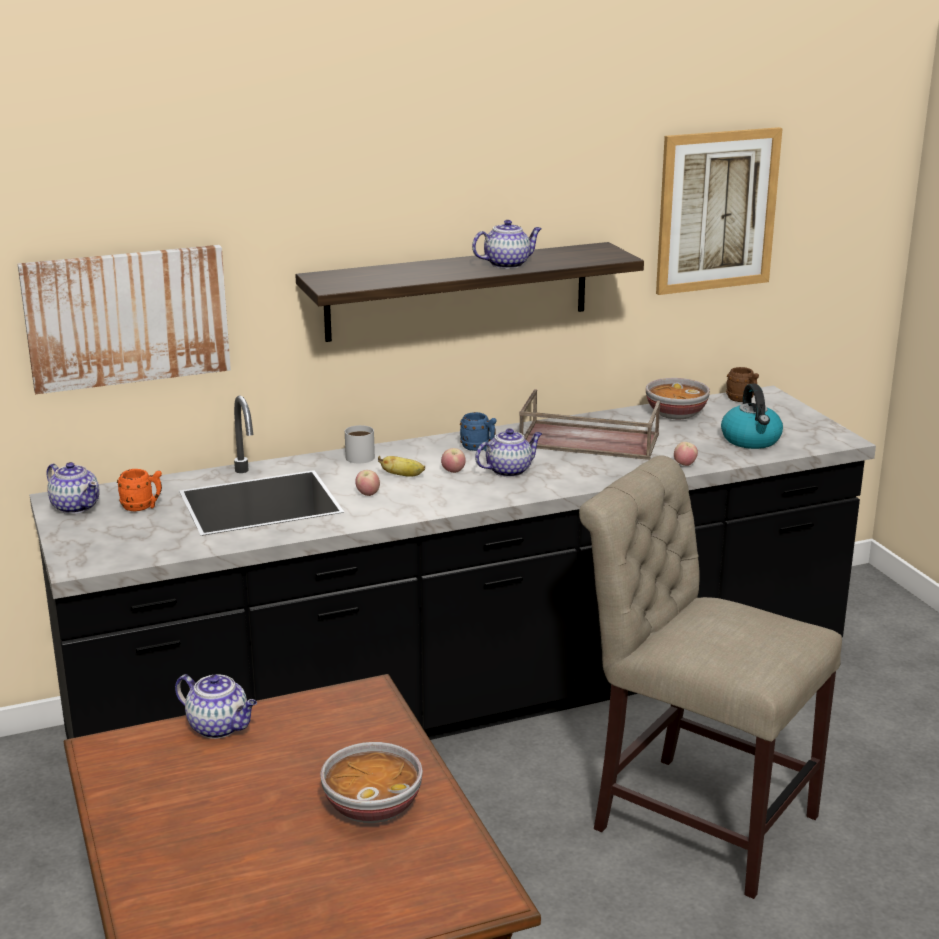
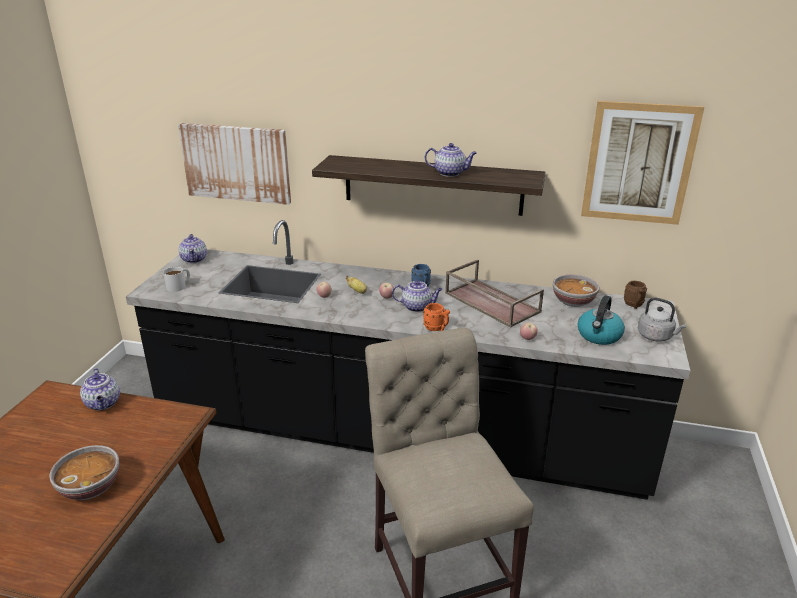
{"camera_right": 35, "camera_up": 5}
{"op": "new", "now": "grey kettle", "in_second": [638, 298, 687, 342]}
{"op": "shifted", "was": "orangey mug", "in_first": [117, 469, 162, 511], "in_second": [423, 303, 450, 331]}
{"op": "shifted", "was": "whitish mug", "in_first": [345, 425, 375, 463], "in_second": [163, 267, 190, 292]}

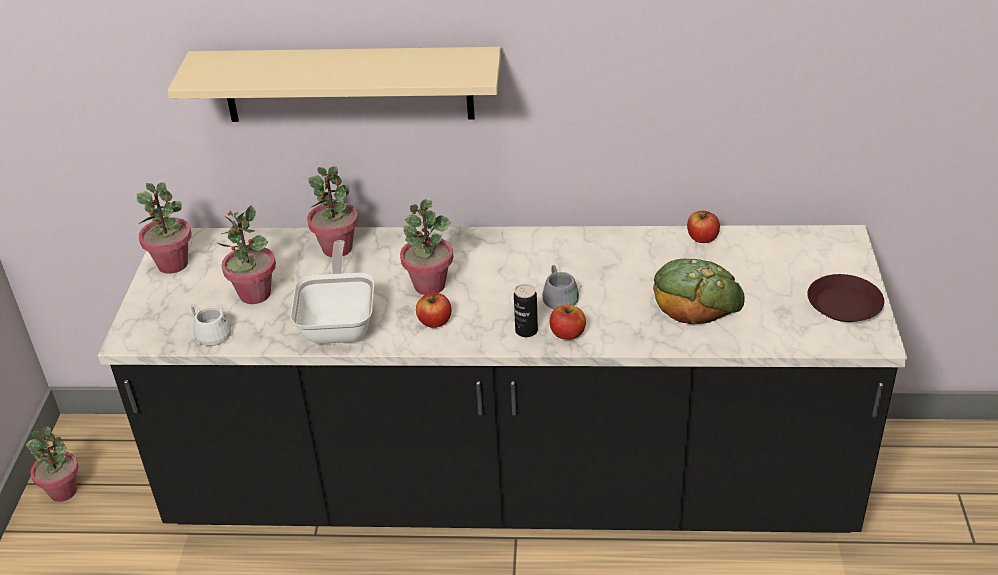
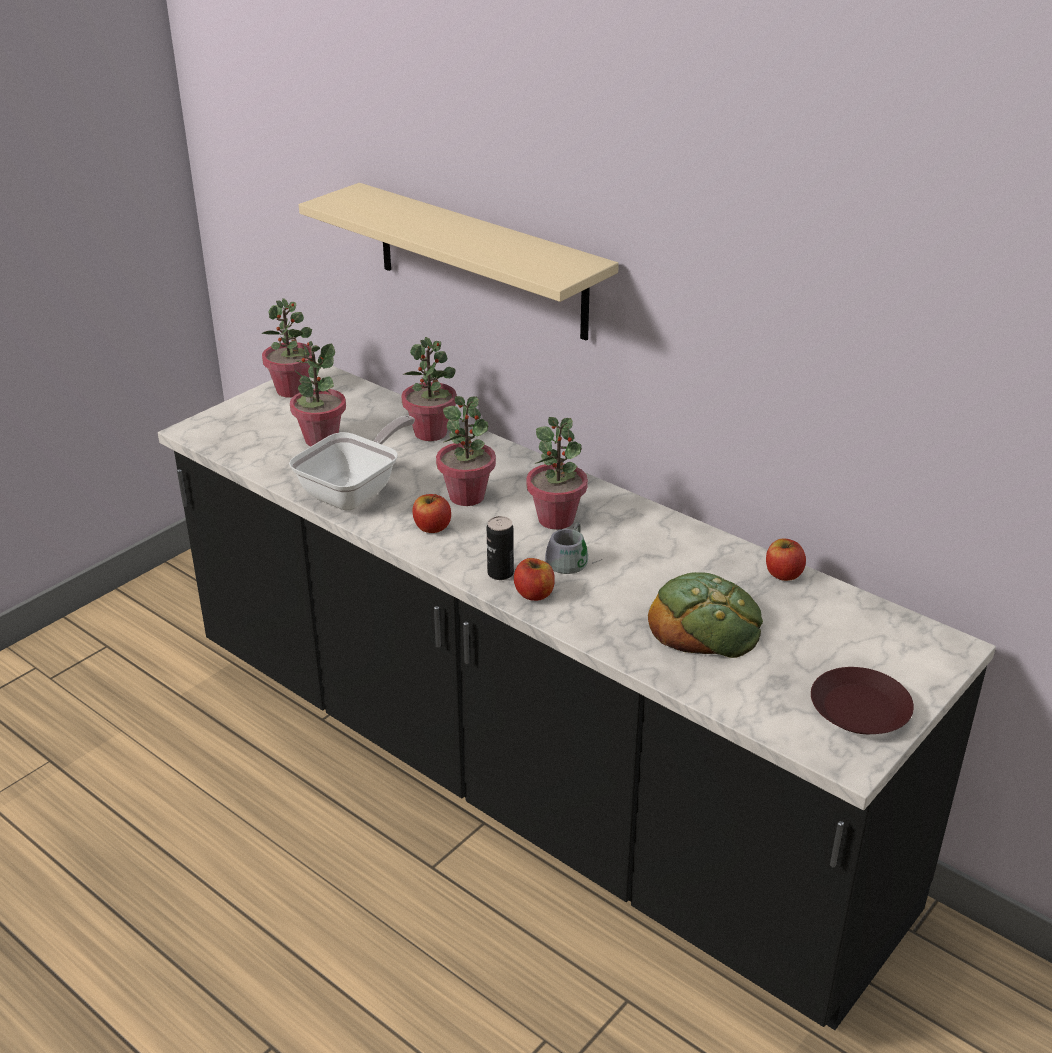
{"camera_right": 35, "camera_up": -5}
{"op": "gone", "was": "whitish mug", "in_first": [191, 305, 231, 346]}
{"op": "shifted", "was": "houseplant", "in_first": [26, 426, 79, 502], "in_second": [526, 417, 588, 530]}

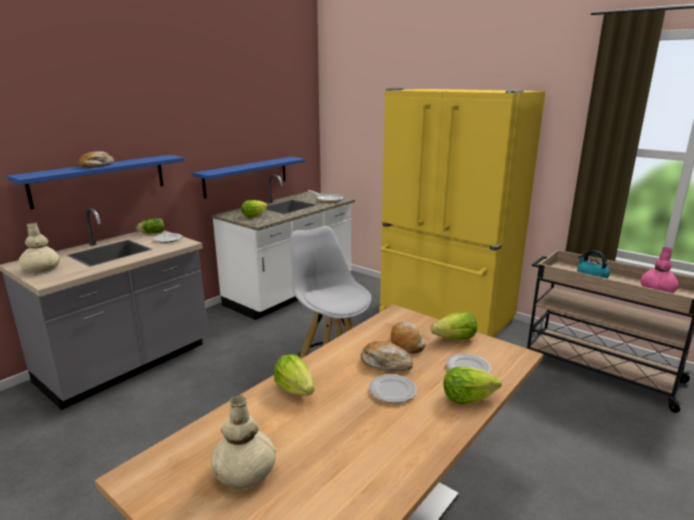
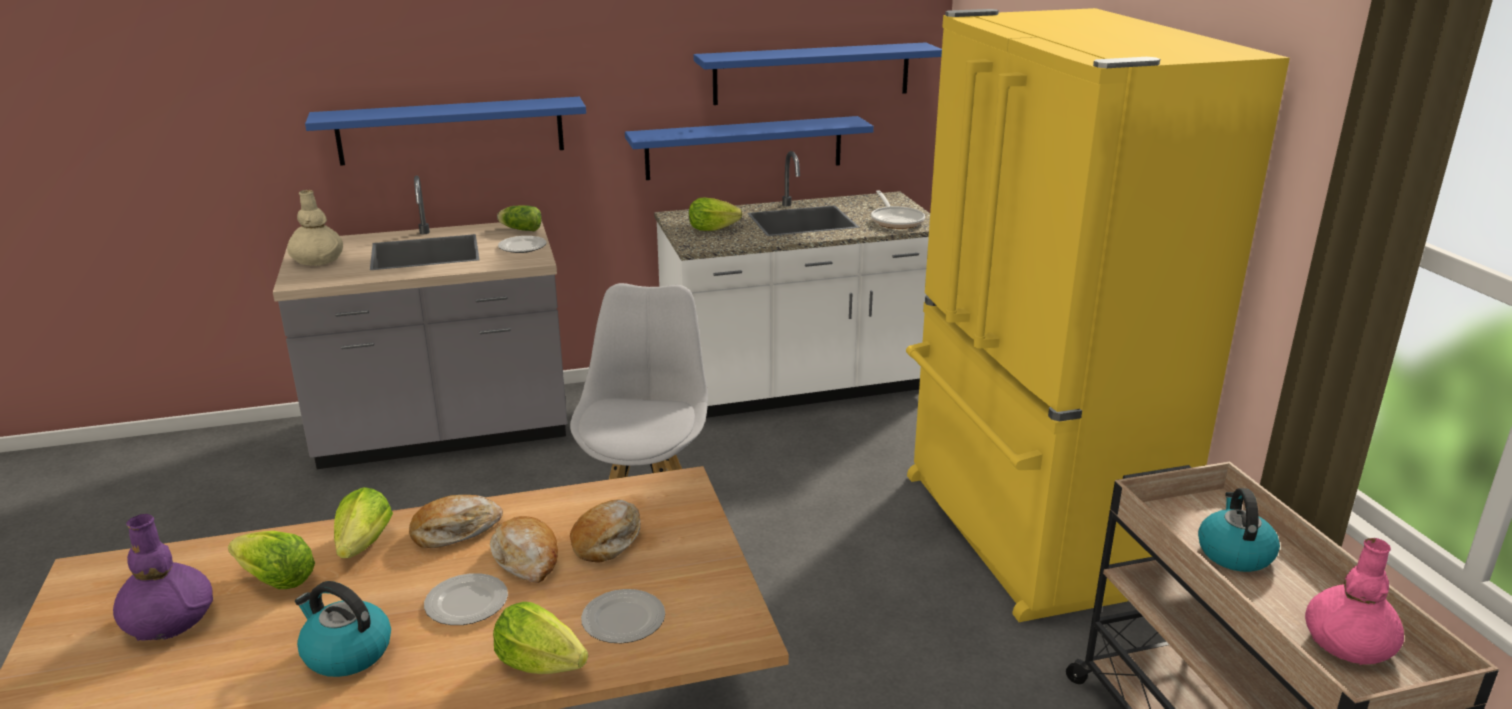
{"camera_right": 35, "camera_up": 5}
{"op": "new", "now": "kettle", "in_second": [295, 581, 391, 677]}
{"op": "new", "now": "bluish bracket shelf", "in_second": [693, 42, 942, 105]}
{"op": "shifted", "was": "bread", "in_first": [79, 151, 114, 168], "in_second": [409, 495, 503, 548]}
{"op": "shifted", "was": "lettuce", "in_first": [431, 312, 477, 339], "in_second": [228, 531, 315, 589]}
{"op": "repainted", "was": "sand-coloured flower vase", "now": "purple-coloured flower vase", "in_first": [211, 395, 276, 490], "in_second": [113, 514, 213, 641]}

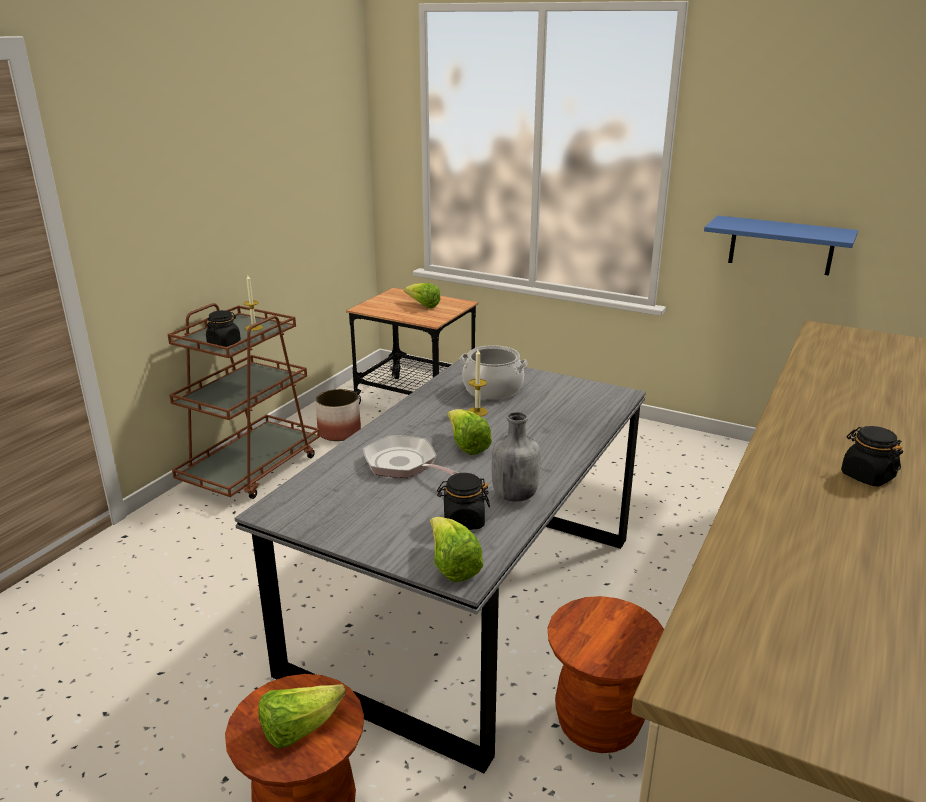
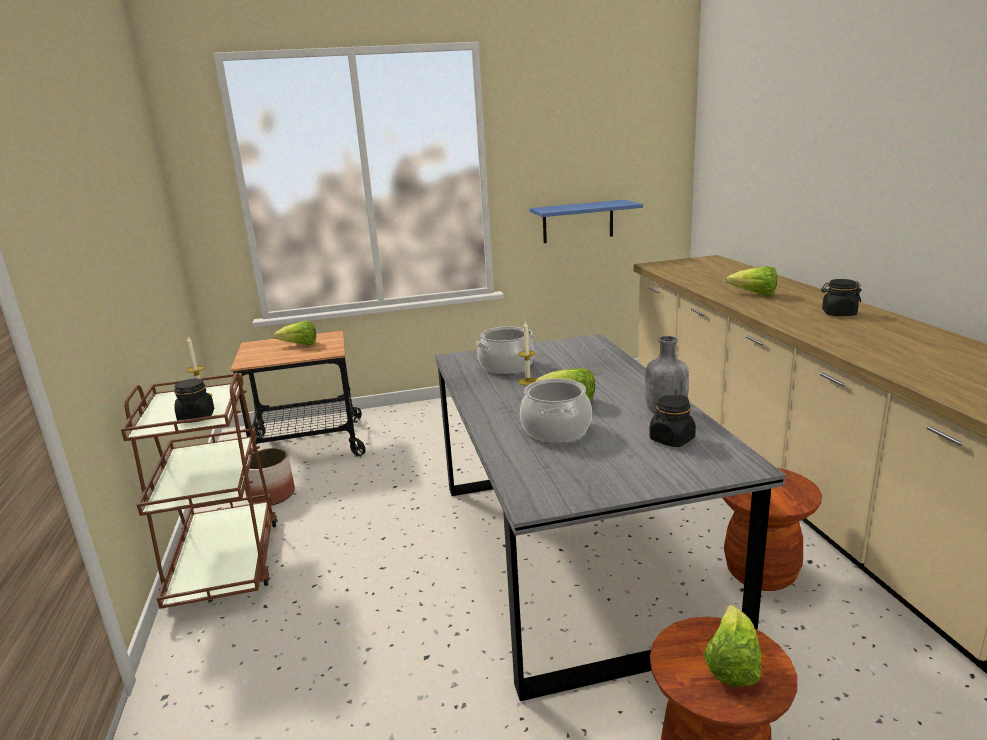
{"camera_right": -40, "camera_up": -5}
{"op": "shifted", "was": "lettuce", "in_first": [430, 517, 484, 582], "in_second": [726, 266, 777, 296]}
{"op": "swapped", "was": "pan", "now": "cooking pot", "in_first": [363, 435, 459, 478], "in_second": [520, 378, 592, 442]}

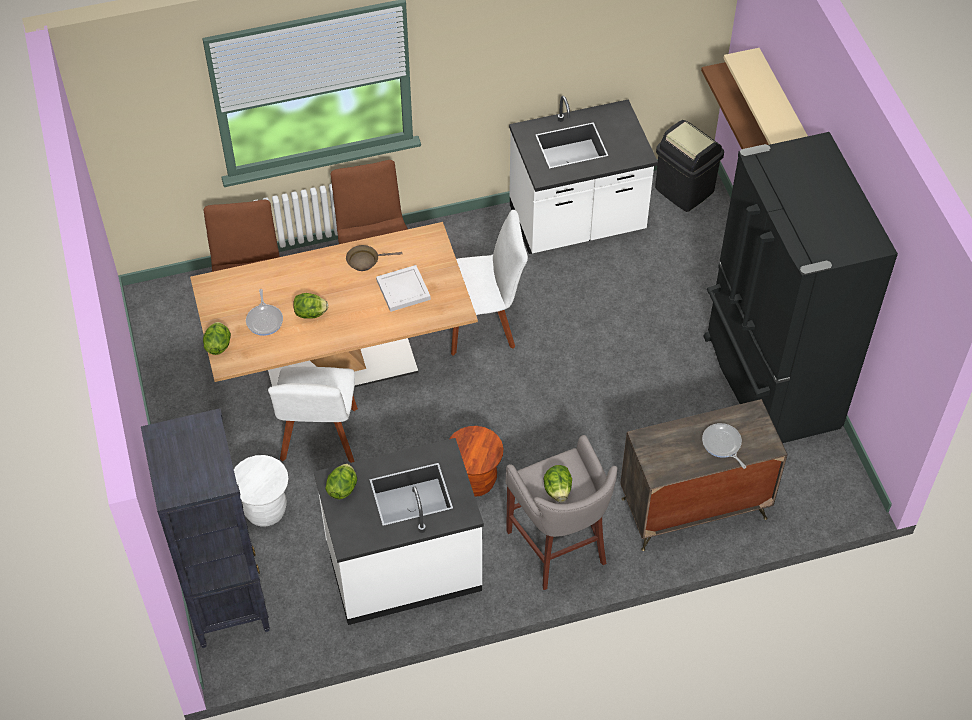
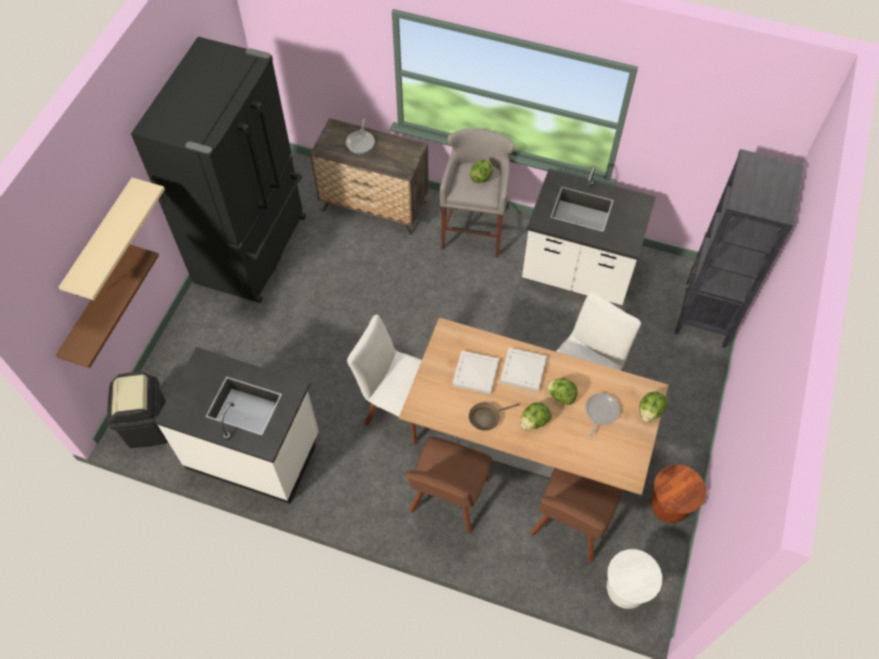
{"camera_right": -145, "camera_up": 5}
{"op": "new", "now": "whitish carrying tray", "in_second": [500, 348, 547, 392]}
{"op": "shifted", "was": "whitish sitting stool", "in_first": [234, 455, 289, 527], "in_second": [607, 549, 662, 609]}
{"op": "shifted", "was": "lettuce", "in_first": [325, 464, 357, 499], "in_second": [521, 402, 552, 430]}
{"op": "shifted", "was": "brownish sitting stool", "in_first": [449, 426, 503, 497], "in_second": [651, 464, 706, 523]}
{"op": "rotated", "was": "brownish pan", "in_first": [346, 245, 403, 271], "in_second": [469, 403, 520, 430], "clockwise": 135}

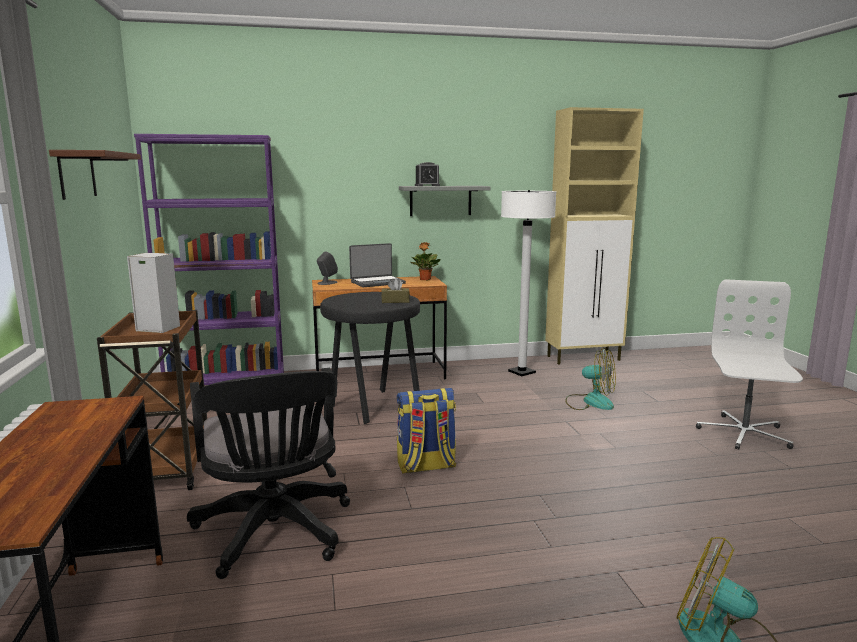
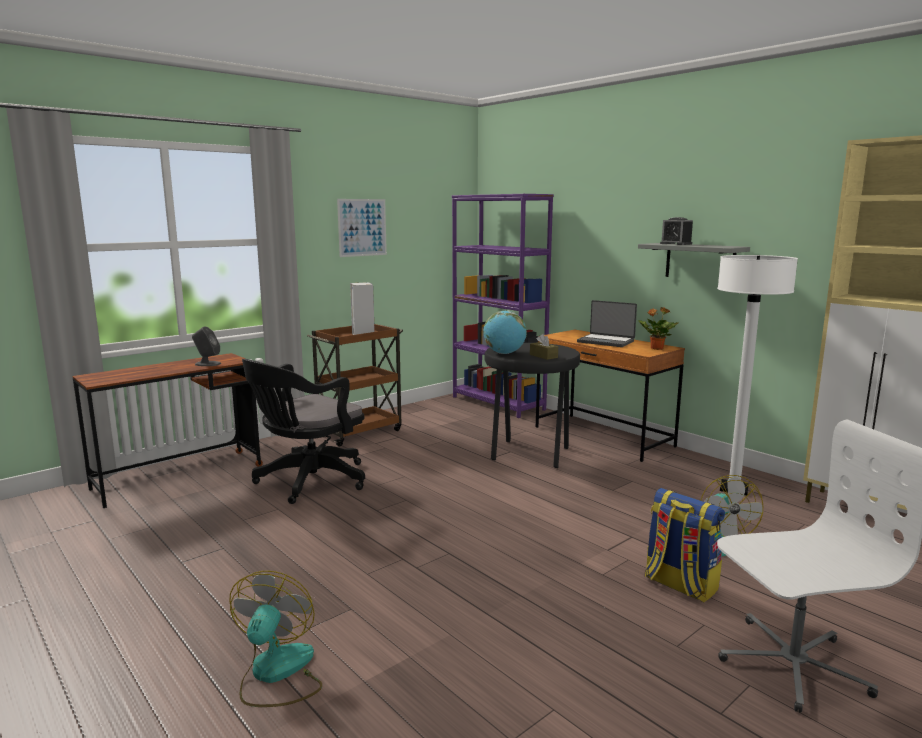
{"camera_right": 60, "camera_up": 0}
{"op": "new", "now": "world globe", "in_second": [483, 311, 527, 354]}
{"op": "shifted", "was": "grey speaker", "in_first": [317, 251, 338, 285], "in_second": [192, 326, 221, 366]}
{"op": "shifted", "was": "knapsack", "in_first": [397, 388, 456, 474], "in_second": [645, 488, 725, 602]}
{"op": "swapped", "was": "brownish bracket shelf", "now": "picture", "in_first": [49, 150, 141, 200], "in_second": [337, 199, 387, 257]}

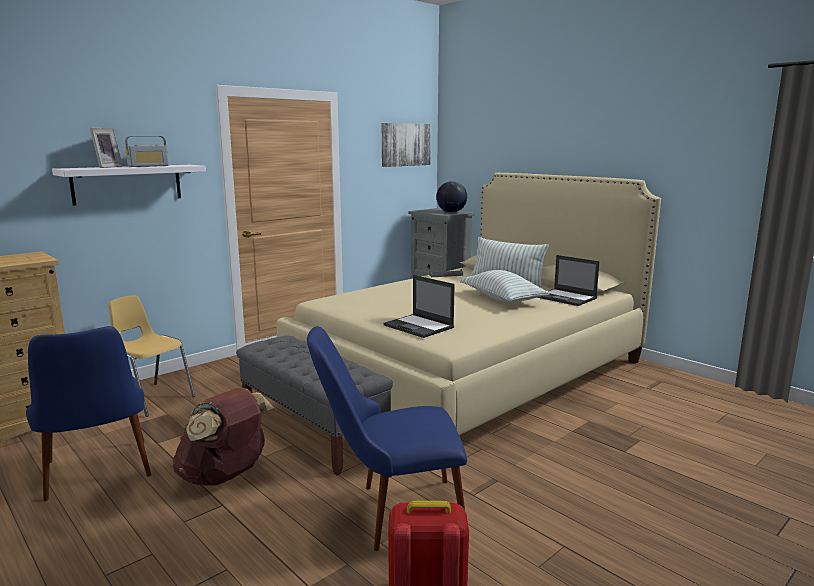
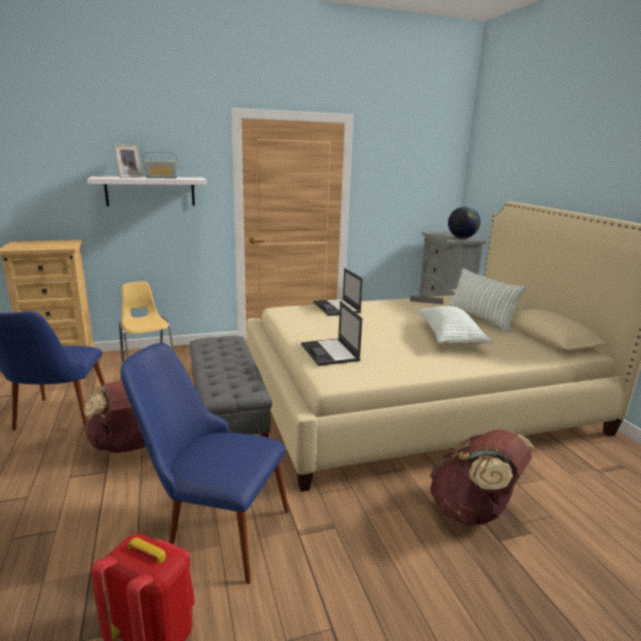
{"camera_right": 25, "camera_up": 5}
{"op": "gone", "was": "picture", "in_first": [382, 123, 431, 167]}
{"op": "new", "now": "brownish knapsack", "in_second": [430, 429, 534, 526]}
{"op": "shifted", "was": "laptop", "in_first": [537, 255, 600, 306], "in_second": [313, 268, 363, 316]}

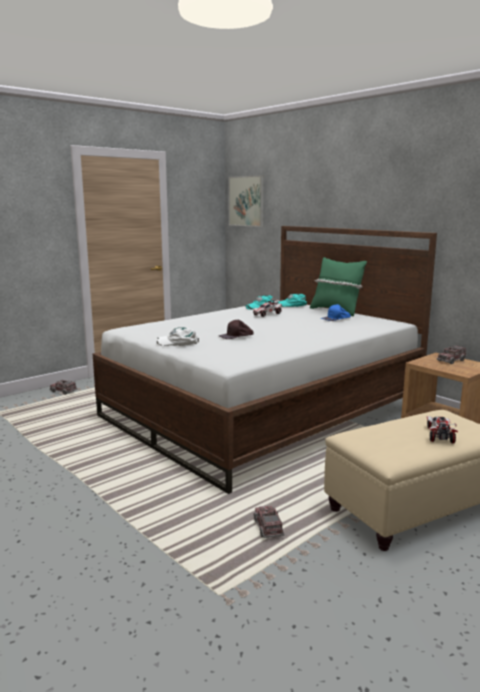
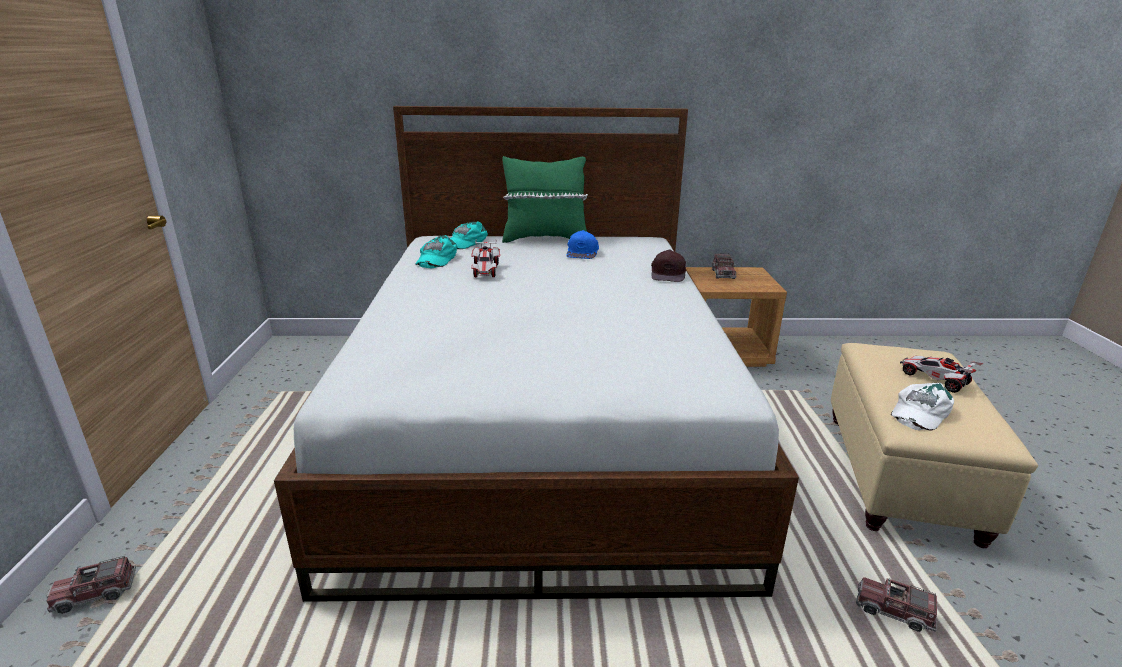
{"camera_right": -50, "camera_up": 10}
{"op": "gone", "was": "picture", "in_first": [229, 175, 264, 227]}
{"op": "shifted", "was": "whitish peaked cap", "in_first": [156, 327, 199, 346], "in_second": [891, 383, 954, 431]}
{"op": "shifted", "was": "brownish peaked cap", "in_first": [219, 320, 253, 339], "in_second": [651, 249, 686, 282]}

